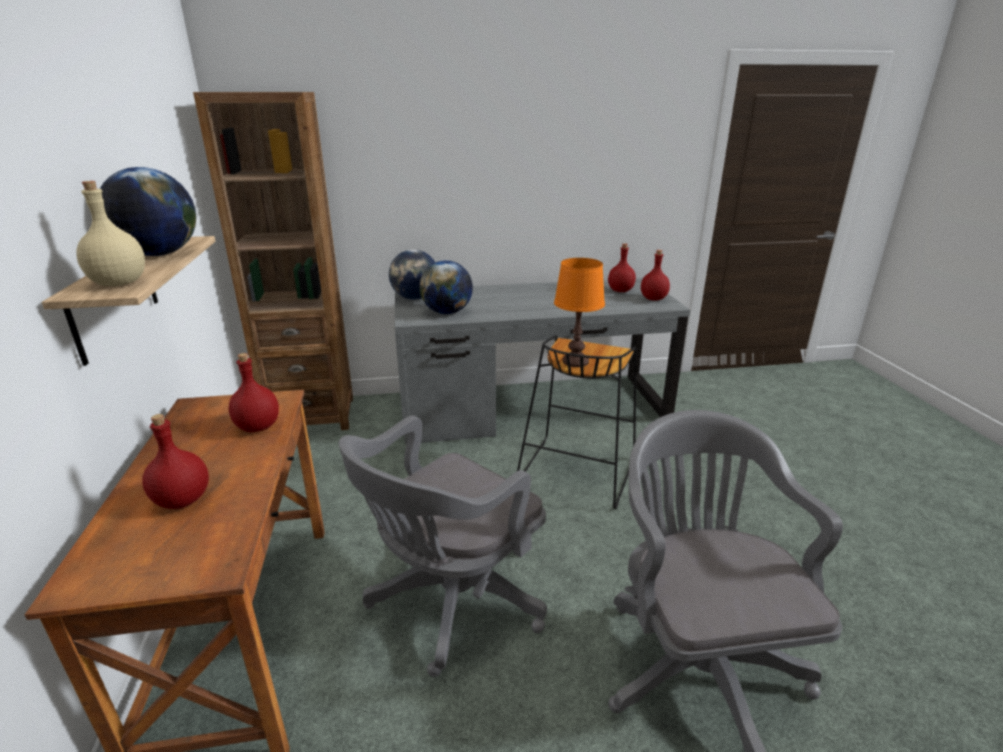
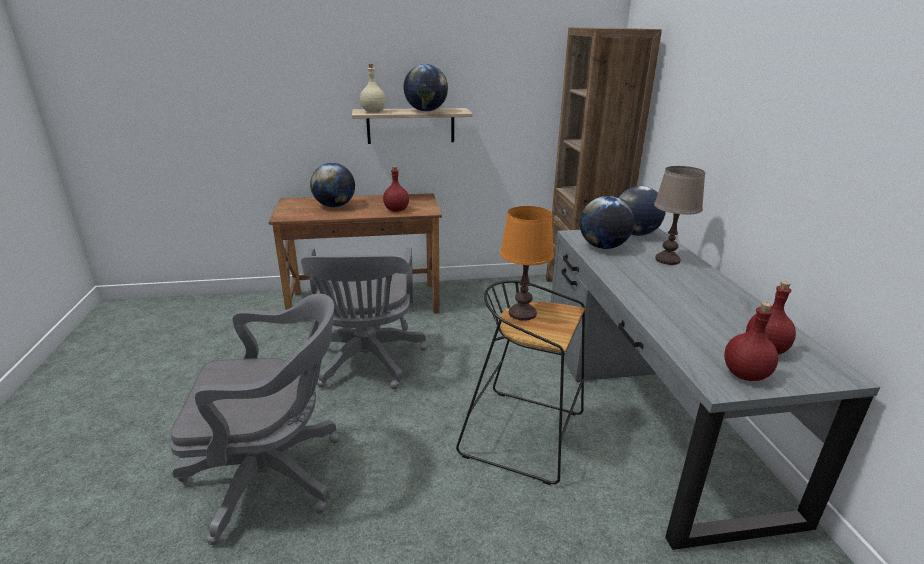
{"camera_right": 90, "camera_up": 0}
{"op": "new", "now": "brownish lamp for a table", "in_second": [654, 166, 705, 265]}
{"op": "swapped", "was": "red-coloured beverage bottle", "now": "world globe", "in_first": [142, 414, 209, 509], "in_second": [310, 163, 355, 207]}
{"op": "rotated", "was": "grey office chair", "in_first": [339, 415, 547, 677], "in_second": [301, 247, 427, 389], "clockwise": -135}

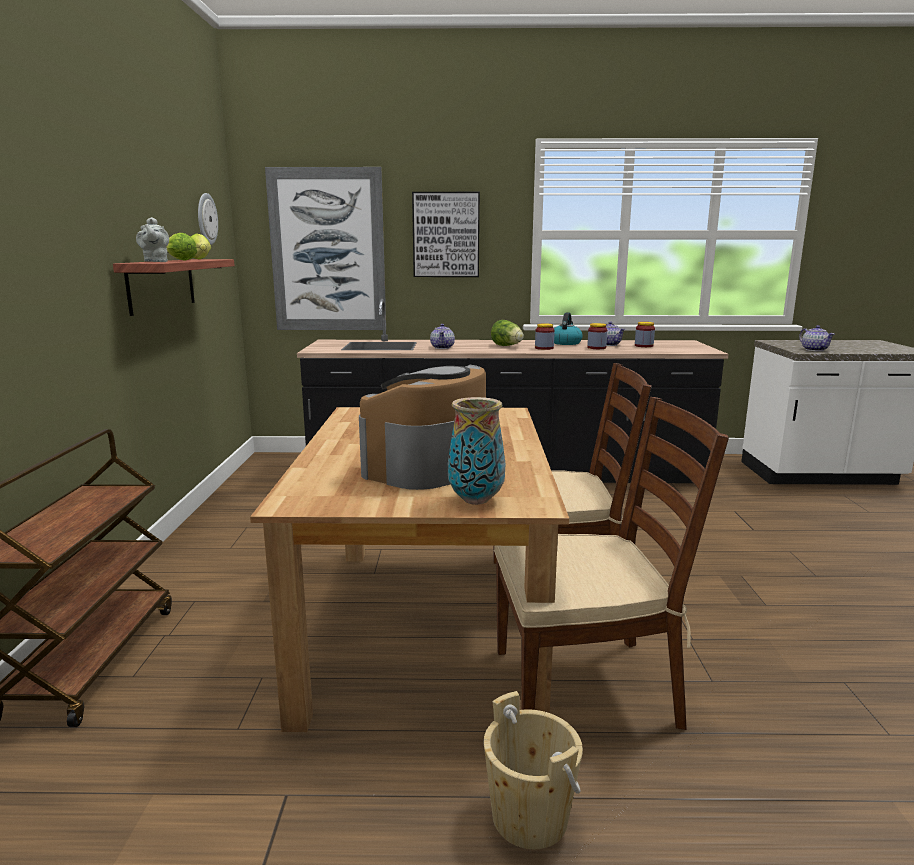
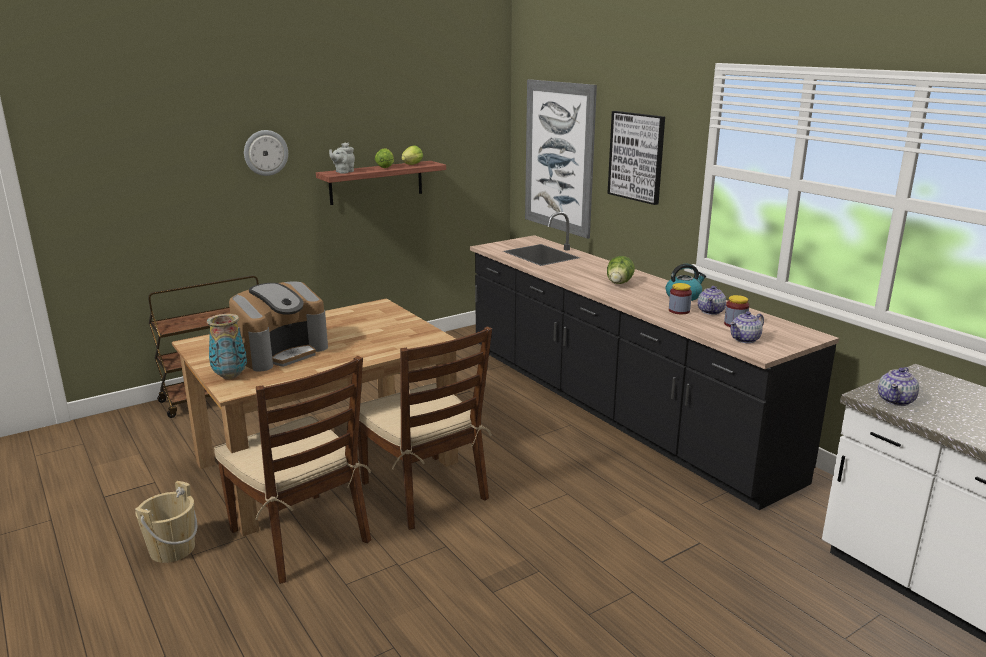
{"camera_right": 55, "camera_up": 5}
{"op": "gone", "was": "jar", "in_first": [535, 323, 554, 350]}
{"op": "shifted", "was": "wall clock", "in_first": [198, 193, 218, 245], "in_second": [244, 130, 288, 176]}
{"op": "shifted", "was": "tea pot", "in_first": [430, 324, 455, 349], "in_second": [730, 311, 764, 343]}
{"op": "rotated", "was": "coffee machine", "in_first": [359, 365, 486, 490], "in_second": [229, 281, 328, 372], "clockwise": 135}

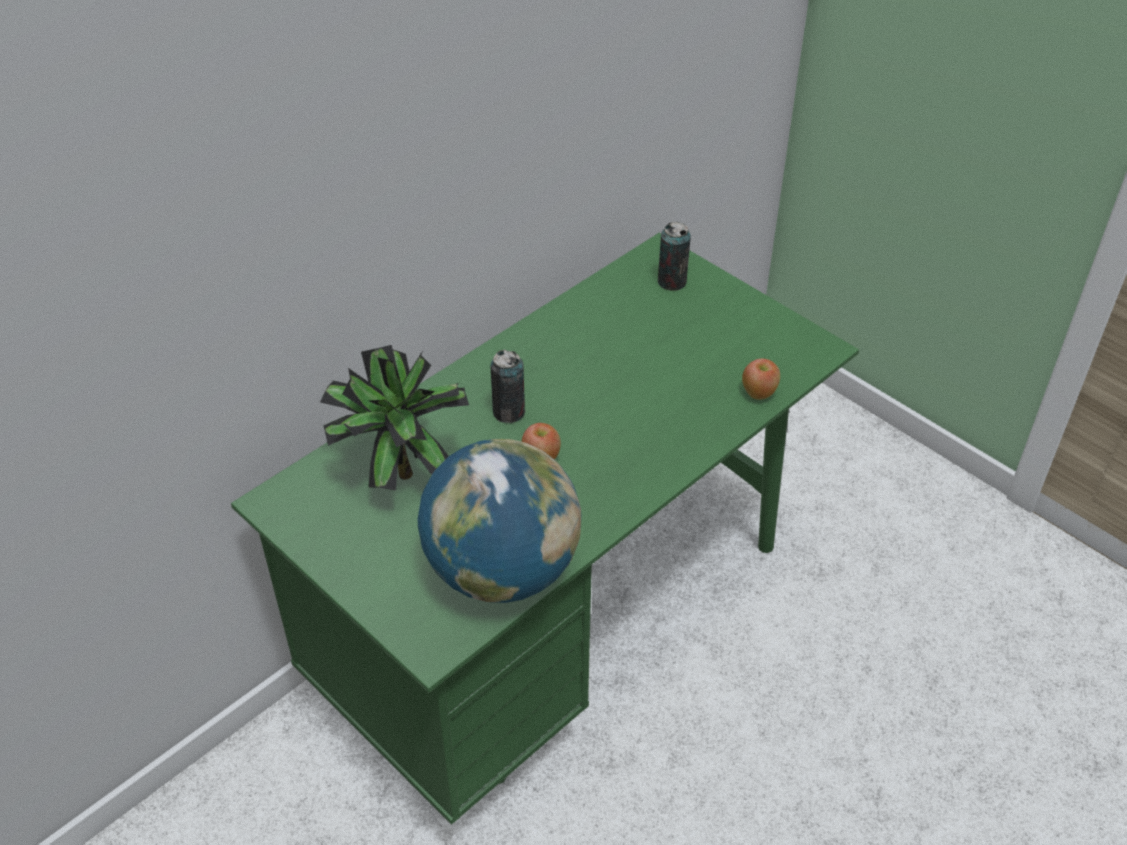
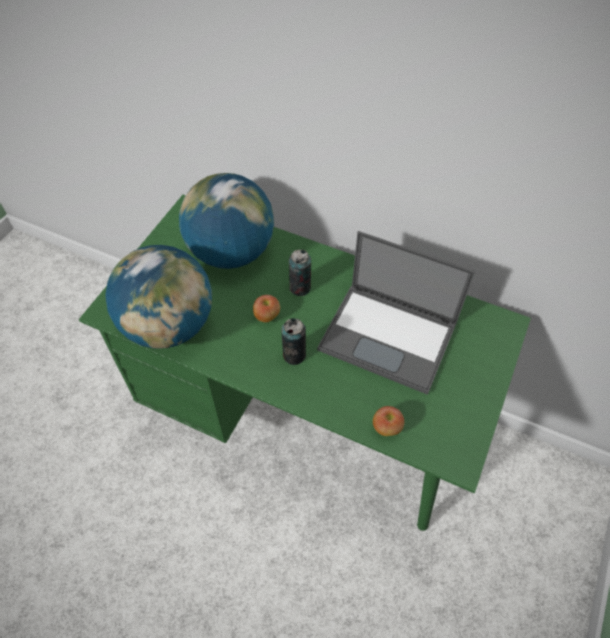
{"camera_right": 70, "camera_up": 10}
{"op": "new", "now": "laptop", "in_second": [317, 231, 475, 395]}
{"op": "shifted", "was": "metal can", "in_first": [658, 222, 691, 291], "in_second": [281, 318, 306, 365]}
{"op": "swapped", "was": "houseplant", "now": "world globe", "in_first": [320, 345, 469, 491], "in_second": [179, 173, 274, 269]}

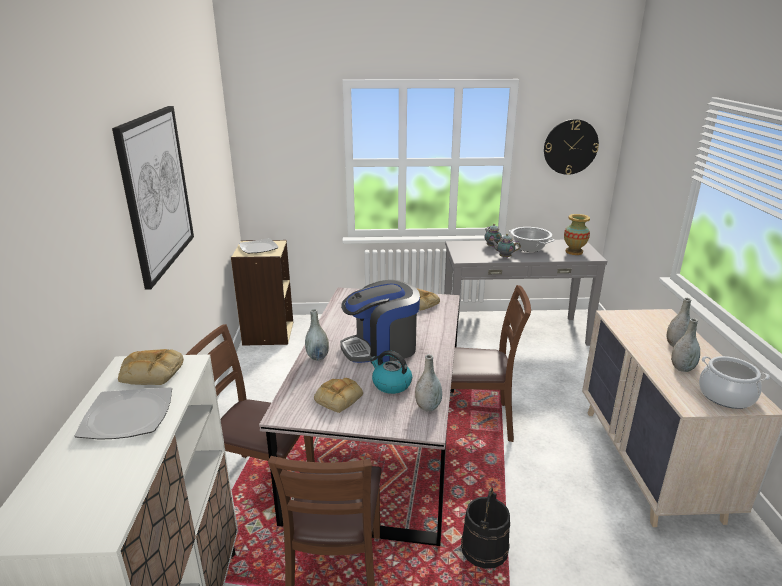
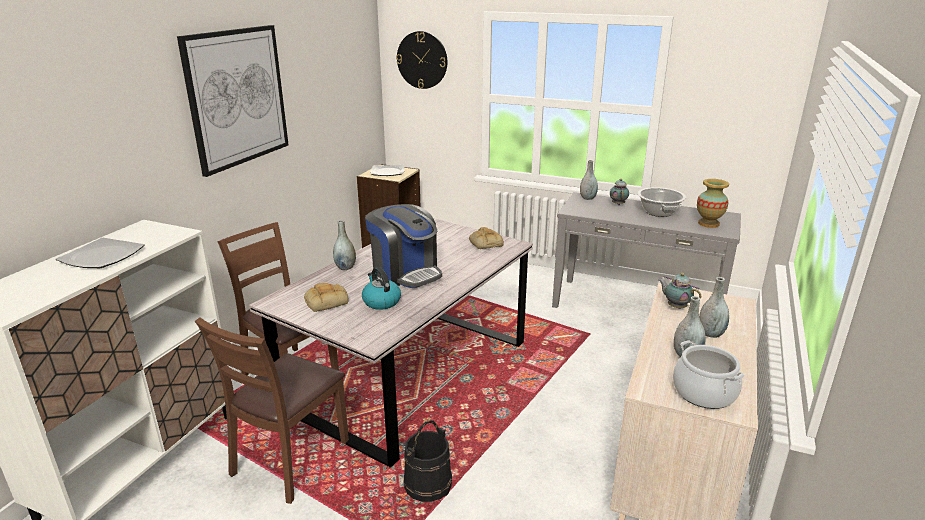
{"camera_right": 25, "camera_up": 0}
{"op": "gone", "was": "bread", "in_first": [118, 349, 184, 385]}
{"op": "gone", "was": "brownish chair", "in_first": [451, 285, 531, 442]}
{"op": "shifted", "was": "grey flower vase", "in_first": [415, 354, 442, 411], "in_second": [580, 160, 598, 200]}
{"op": "shifted", "was": "tea pot", "in_first": [491, 234, 521, 258], "in_second": [658, 273, 701, 309]}
{"op": "shifted", "was": "wall clock", "in_first": [544, 119, 599, 175], "in_second": [396, 31, 447, 89]}
{"op": "rotated", "was": "coffee machine", "in_first": [340, 280, 420, 363], "in_second": [365, 204, 442, 288], "clockwise": -135}

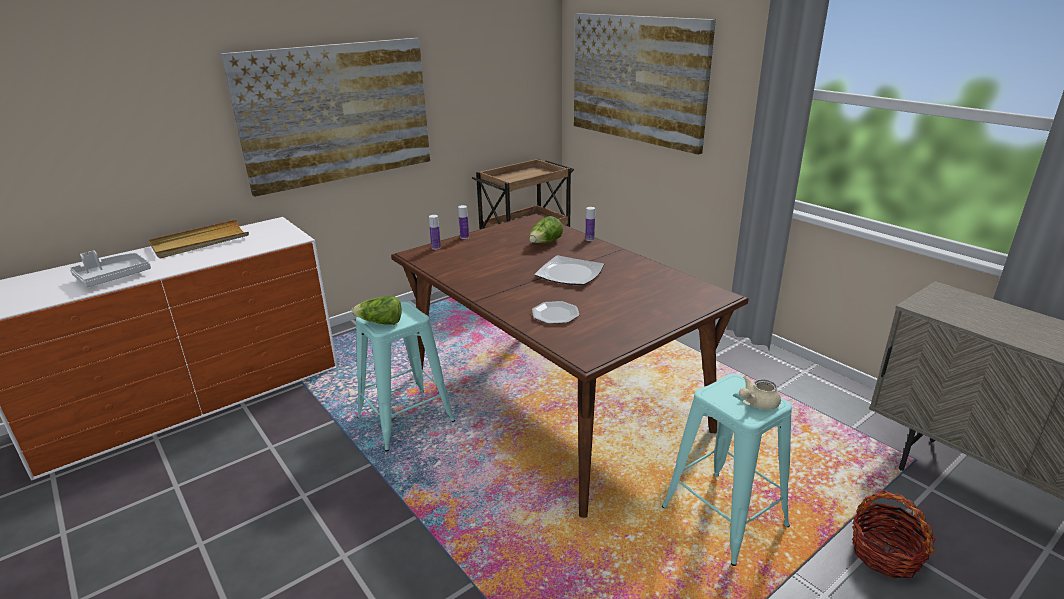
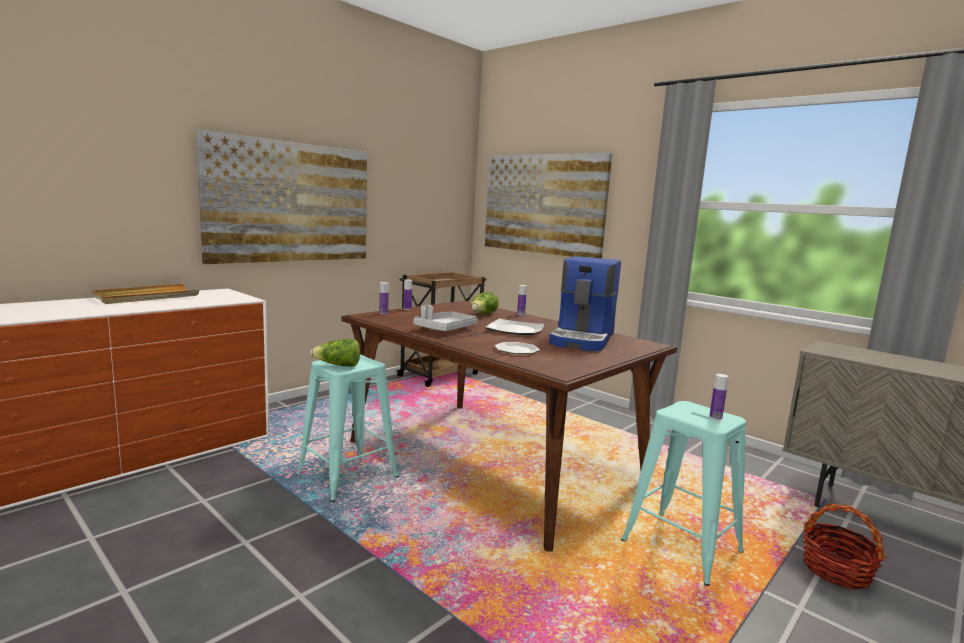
{"camera_right": -10, "camera_up": -15}
{"op": "new", "now": "coffee machine", "in_second": [549, 256, 621, 351]}
{"op": "shifted", "was": "grey carrying tray", "in_first": [70, 250, 151, 287], "in_second": [413, 305, 478, 331]}
{"op": "swapped", "was": "sand-coloured tea pot", "now": "beverage bottle", "in_first": [739, 376, 781, 410], "in_second": [709, 374, 729, 420]}

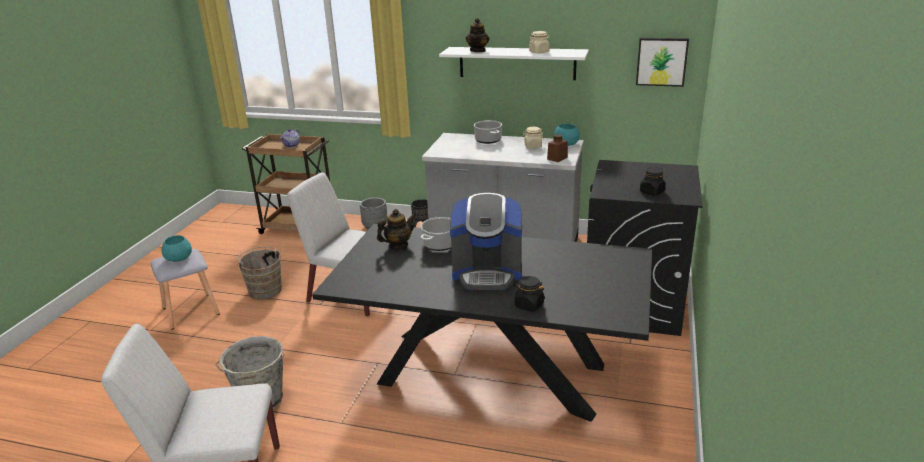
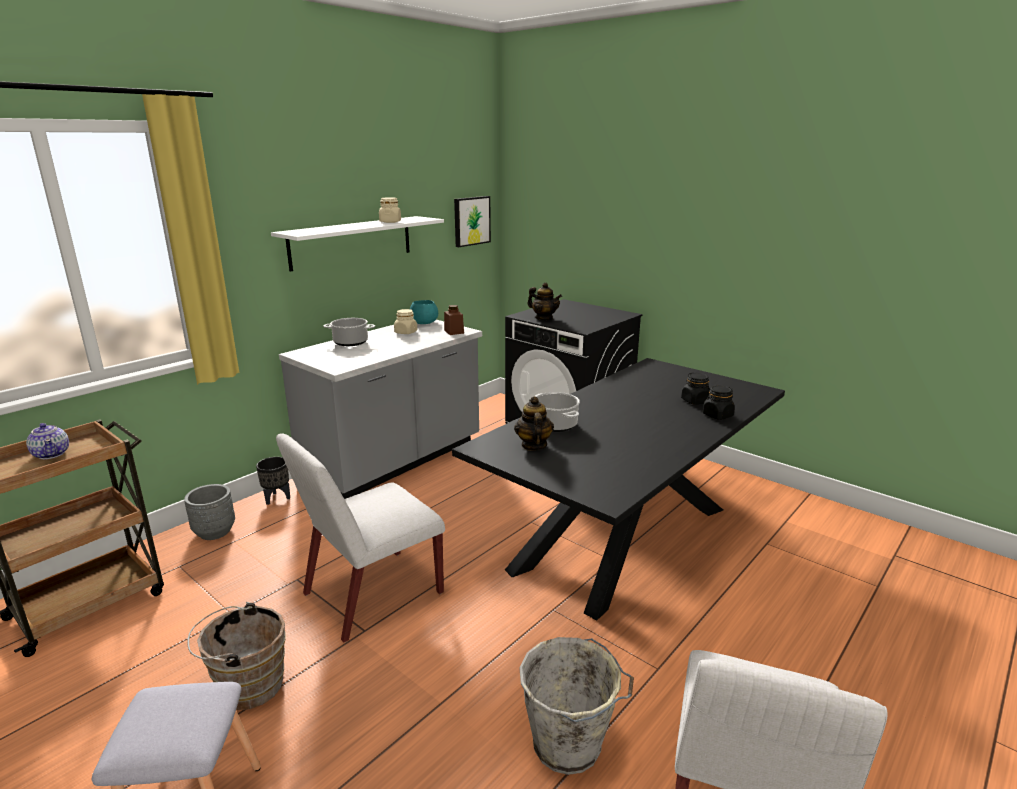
{"camera_right": -65, "camera_up": -5}
{"op": "gone", "was": "blue-green bowl", "in_first": [162, 235, 192, 262]}
{"op": "gone", "was": "coffee machine", "in_first": [450, 193, 522, 290]}
{"op": "shifted", "was": "tea pot", "in_first": [466, 18, 490, 52], "in_second": [528, 282, 562, 320]}
{"op": "shifted", "was": "black-coloured jar", "in_first": [640, 167, 666, 196], "in_second": [681, 372, 710, 405]}

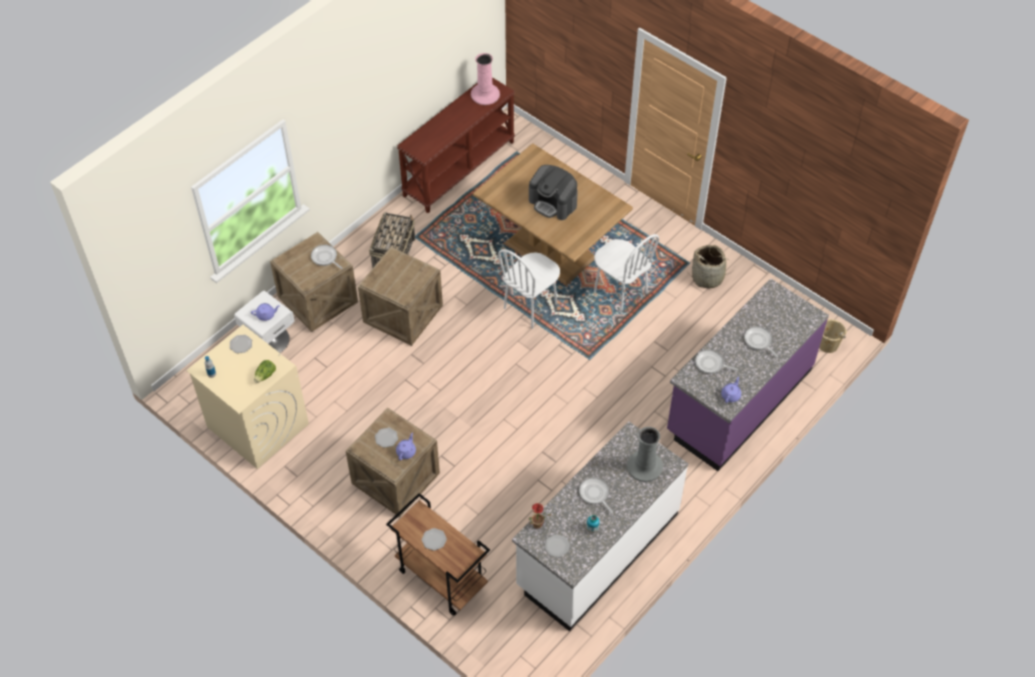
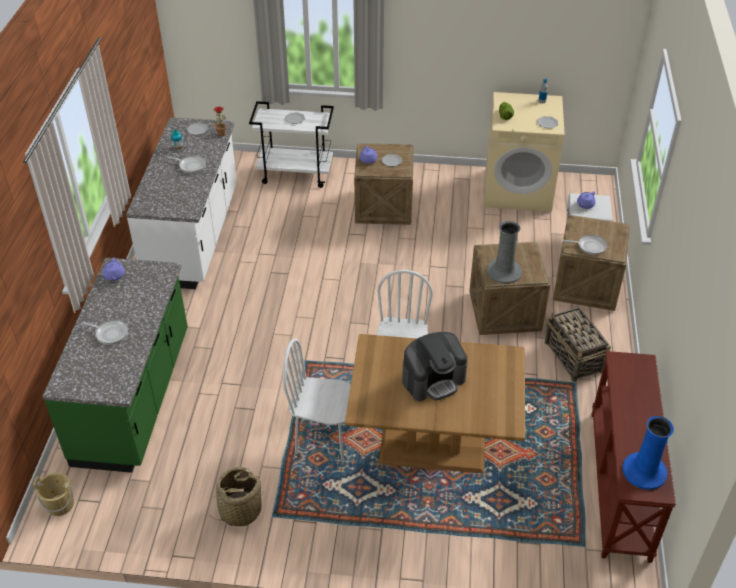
{"camera_right": 145, "camera_up": -10}
{"op": "gone", "was": "pan", "in_first": [695, 350, 738, 374]}
{"op": "shifted", "was": "grey flower vase", "in_first": [627, 427, 663, 482], "in_second": [487, 221, 522, 284]}
{"op": "repainted", "was": "brownish cart", "now": "whitish cart", "in_first": [386, 493, 490, 616], "in_second": [249, 101, 334, 188]}
{"op": "repainted", "was": "pink flower vase", "now": "bluish flower vase", "in_first": [471, 53, 500, 105], "in_second": [622, 416, 674, 490]}
{"op": "repainted", "was": "purple-coloured counter", "now": "greenish counter", "in_first": [667, 279, 829, 471], "in_second": [42, 258, 188, 473]}
{"op": "rotated", "was": "coffee machine", "in_first": [529, 165, 578, 220], "in_second": [402, 332, 467, 401], "clockwise": 150}

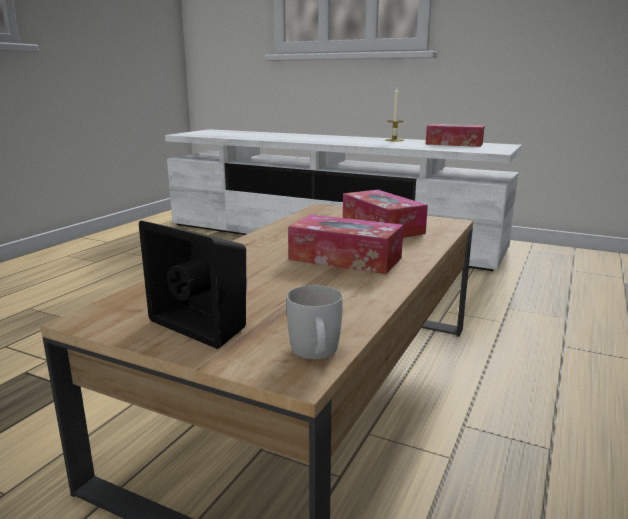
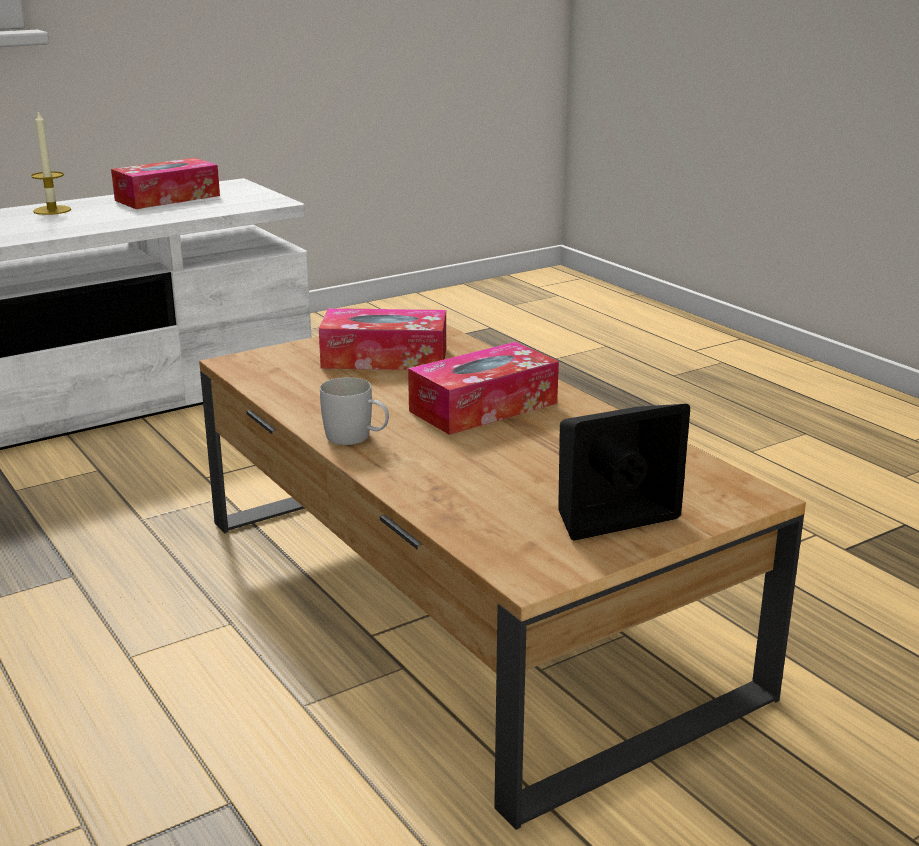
{"camera_right": -60, "camera_up": 5}
{"op": "shifted", "was": "whitish mug", "in_first": [286, 285, 343, 359], "in_second": [320, 377, 389, 445]}

